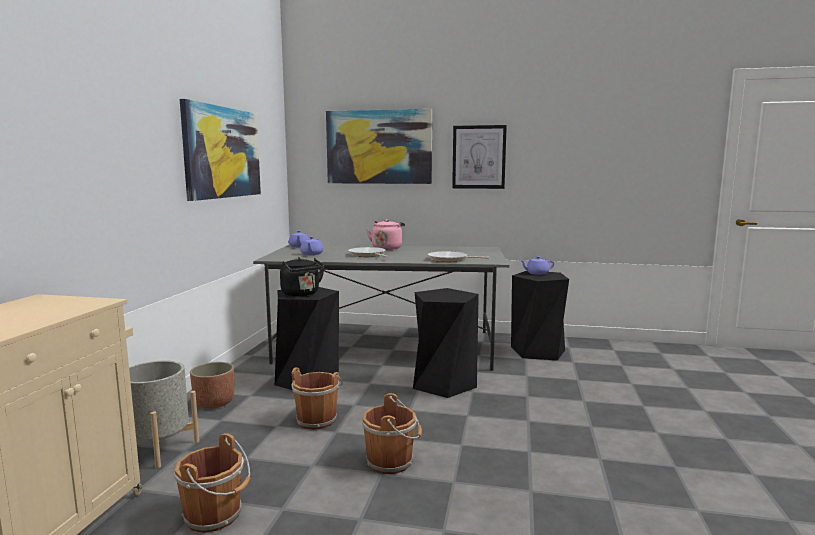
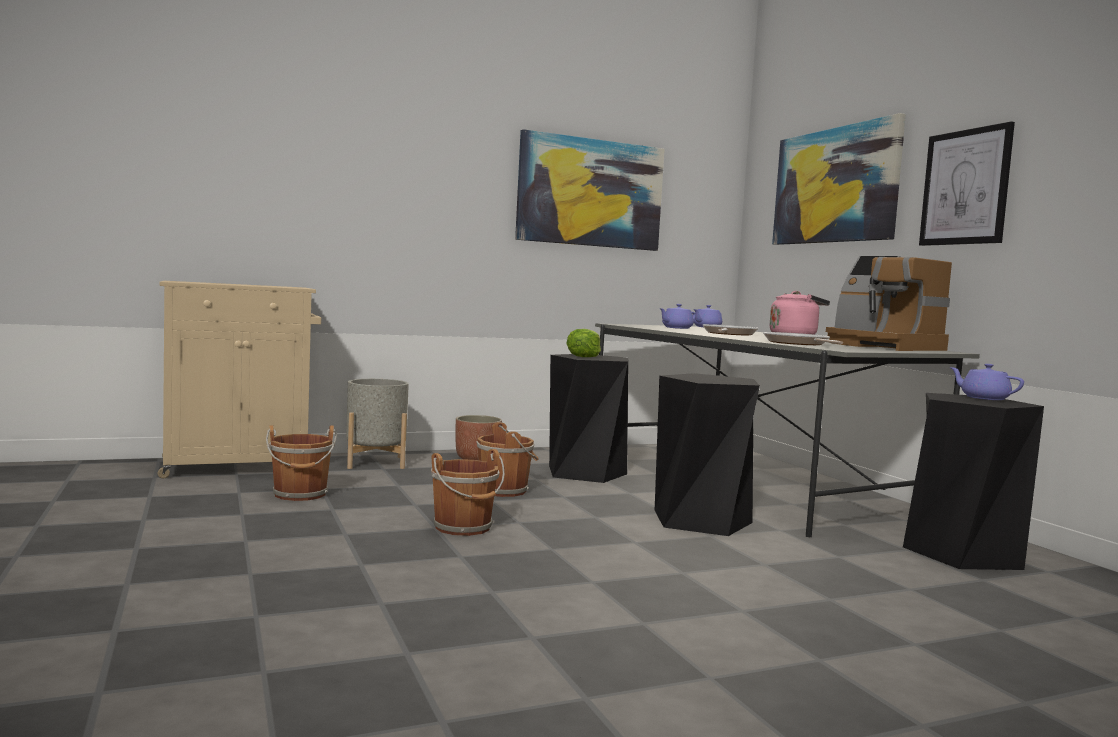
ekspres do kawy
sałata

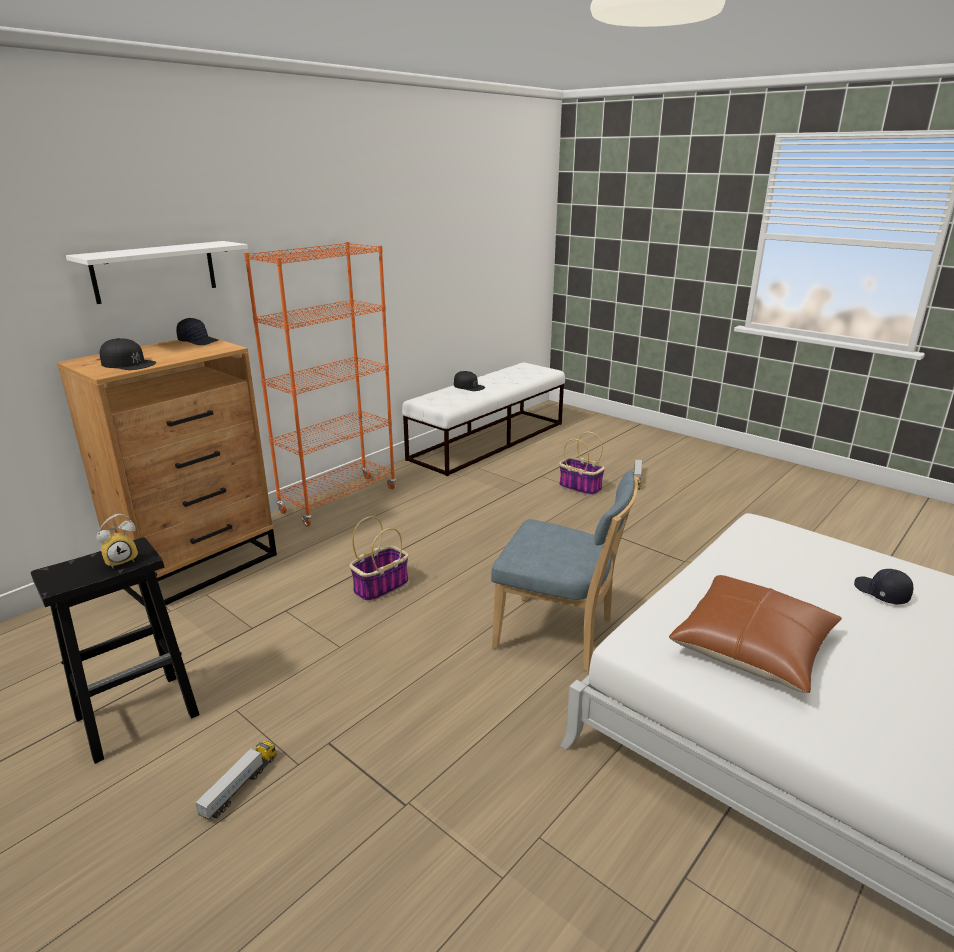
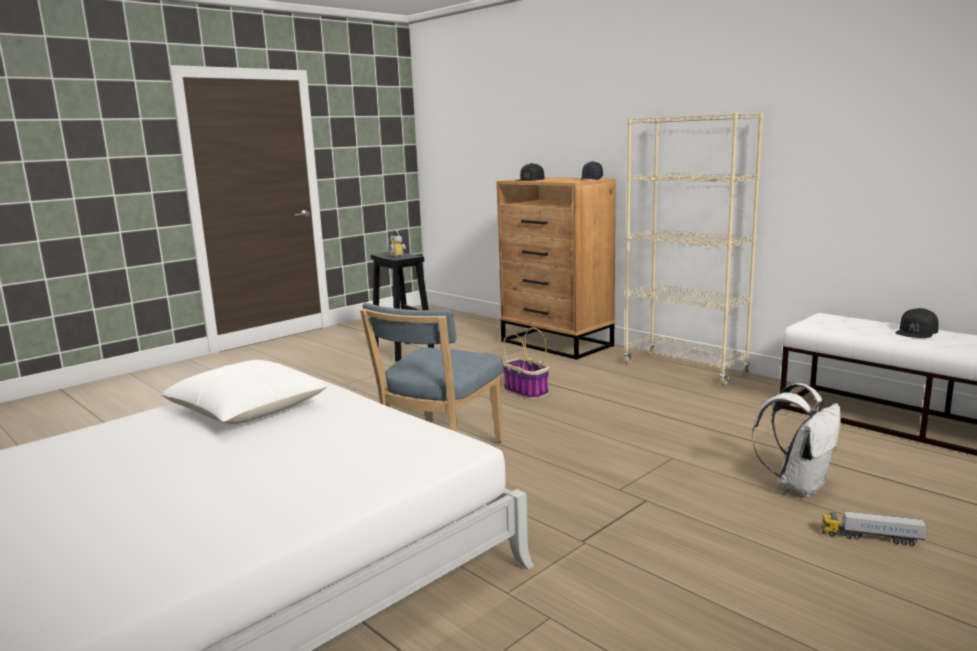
półka [biały]
ciężarówka zabawkowa (1st from left in the first image)
czapka z daszkiem [czarny] (4th from left in the first image)
plecak [biały]
regał [beżowy]
poduszka [biały]

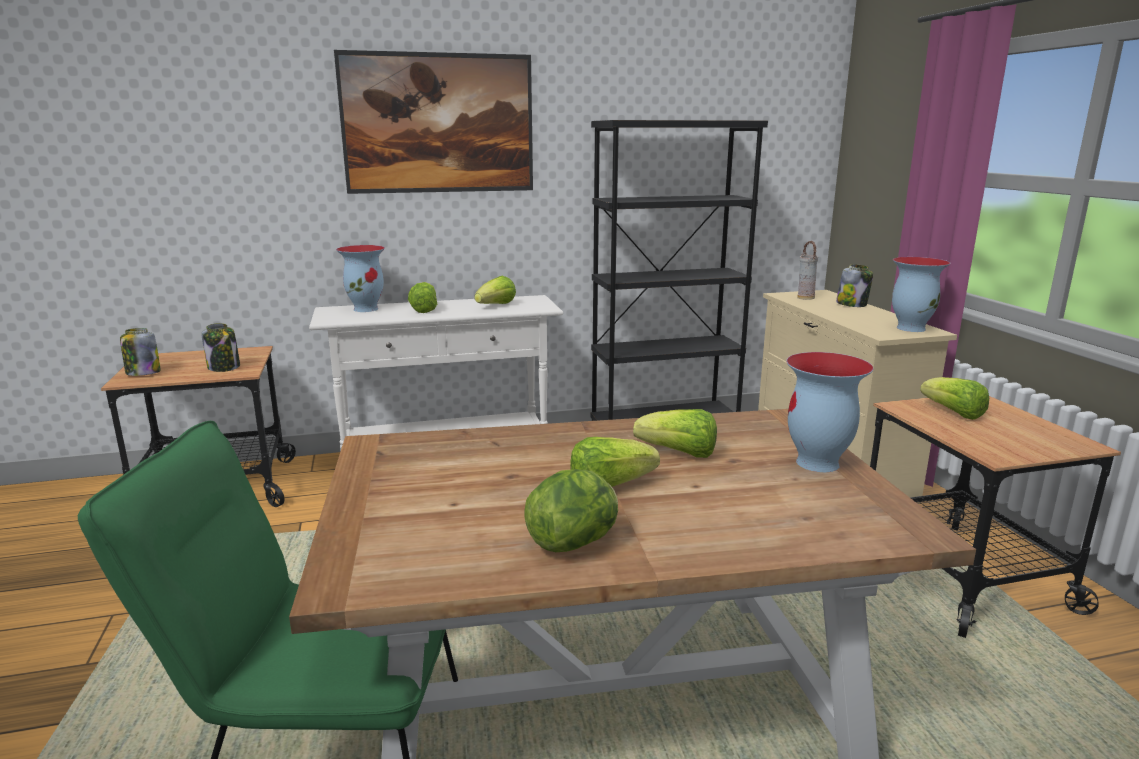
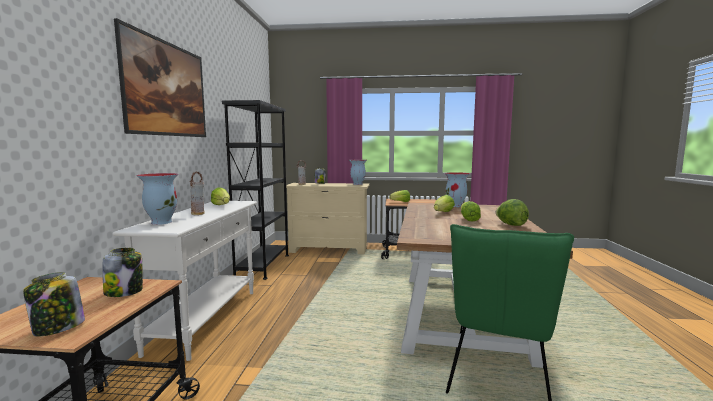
wazon (2nd from left)

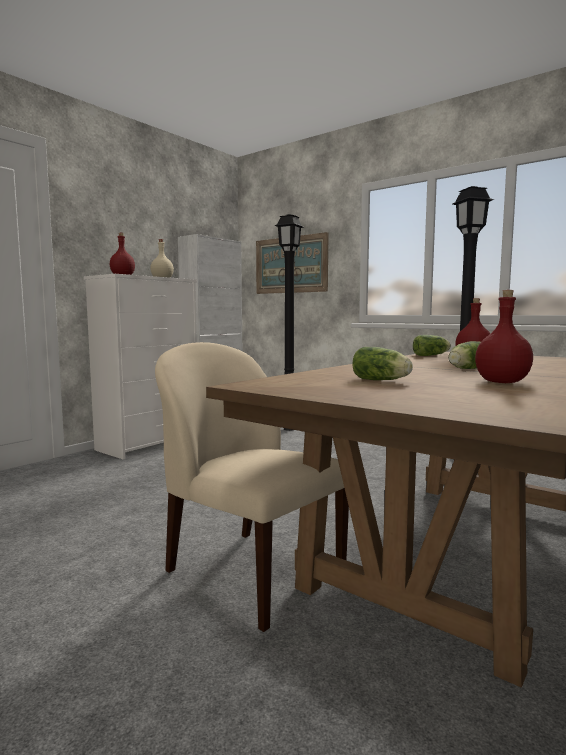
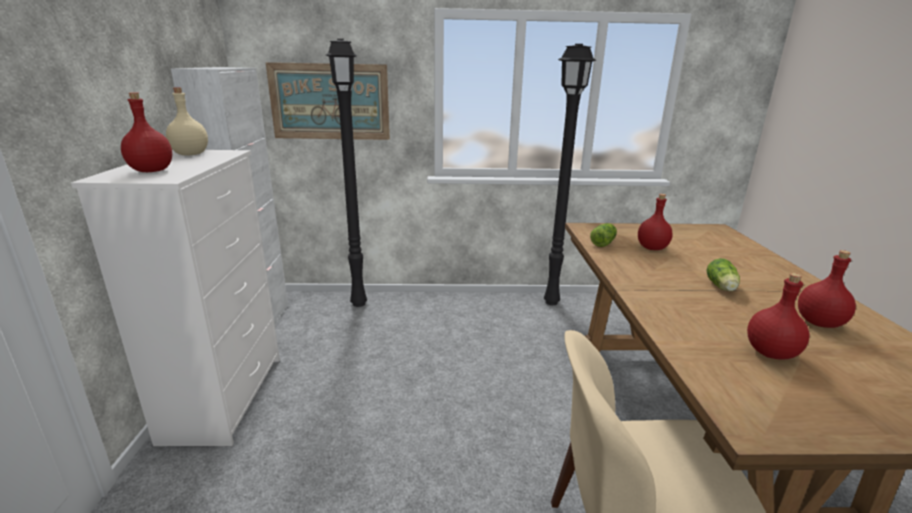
butelka [czerwony] (3rd from left)

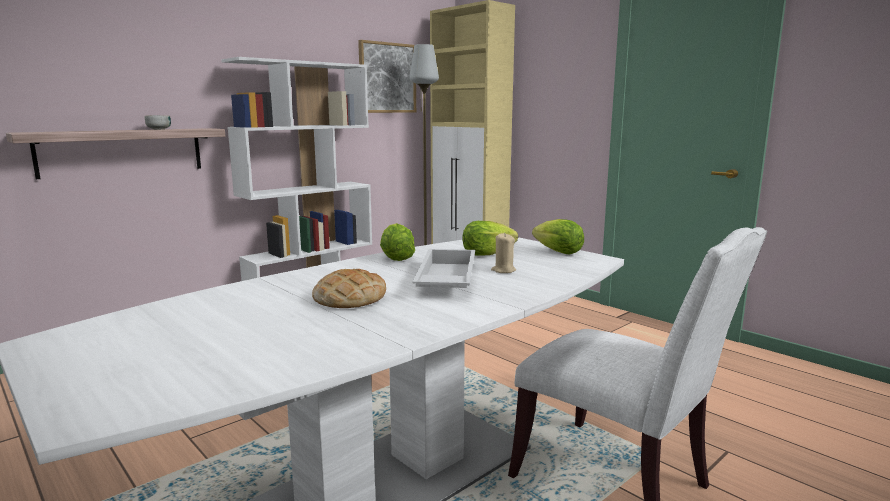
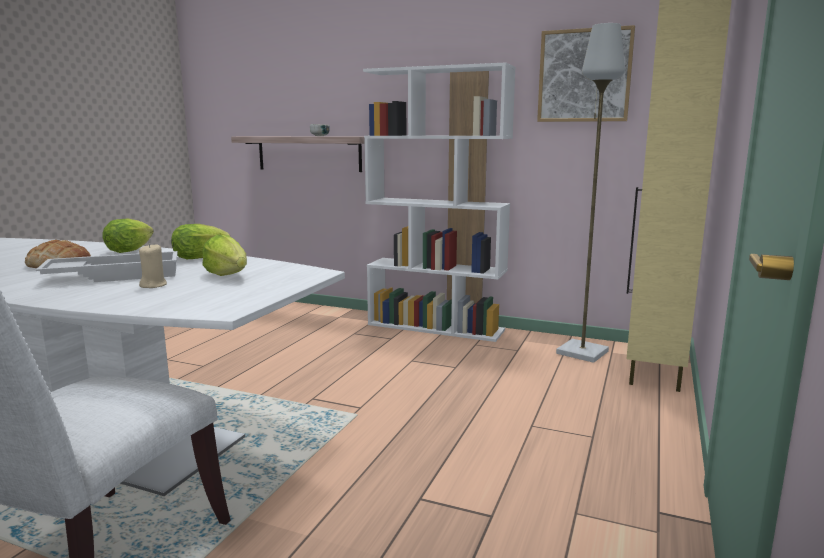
sałata (1st from left)

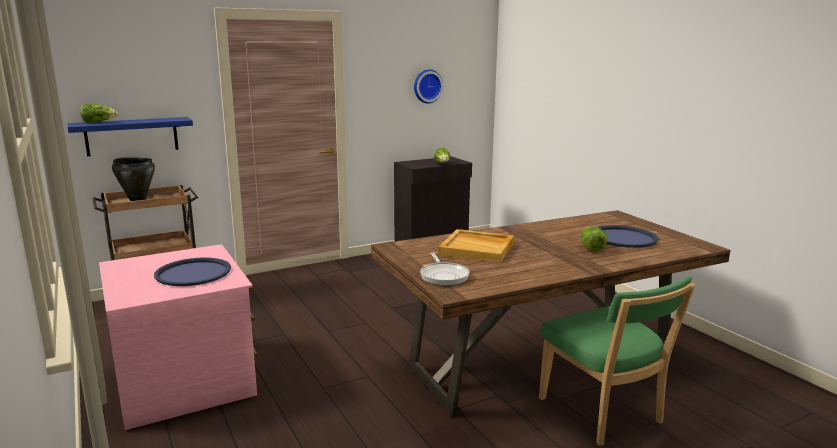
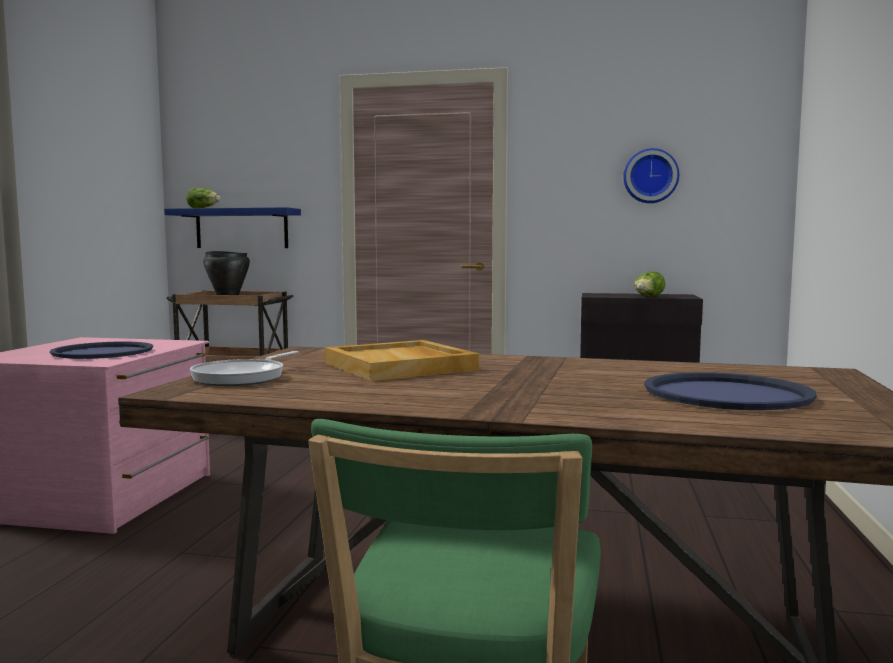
sałata (3rd from left in the first image)

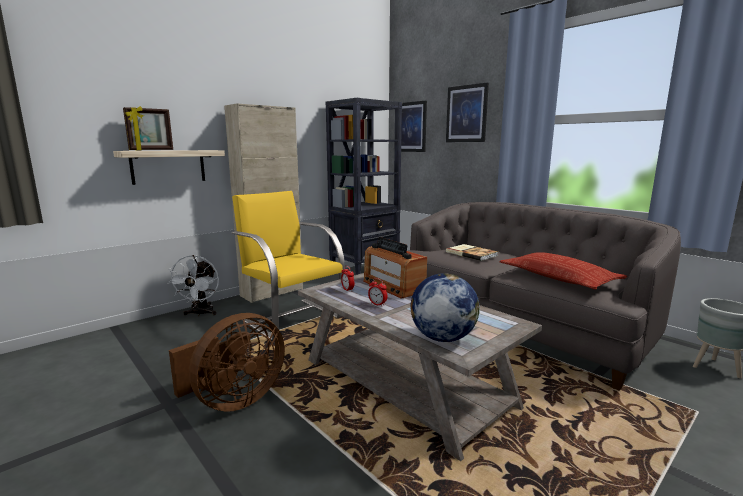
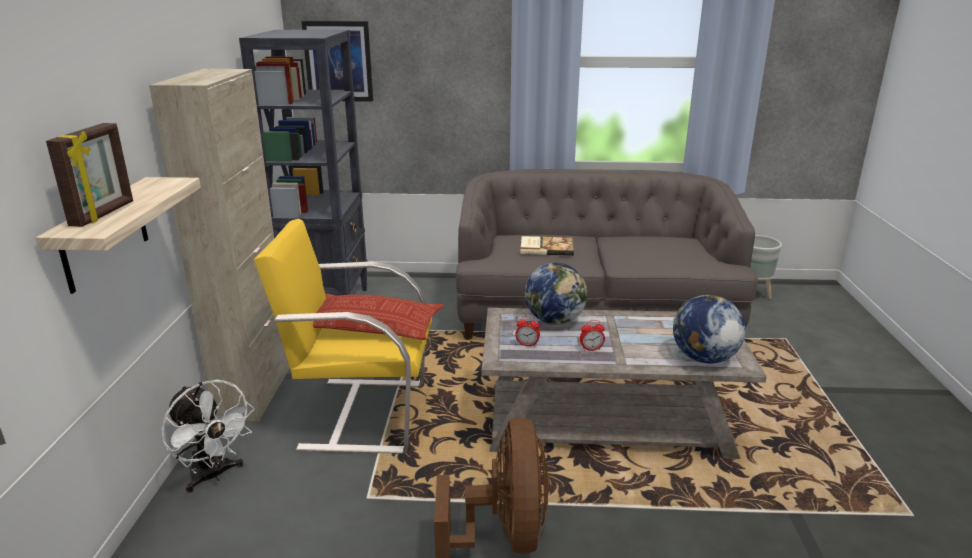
obraz (2nd from left in the first image)
poduszka
globus (1st from left)

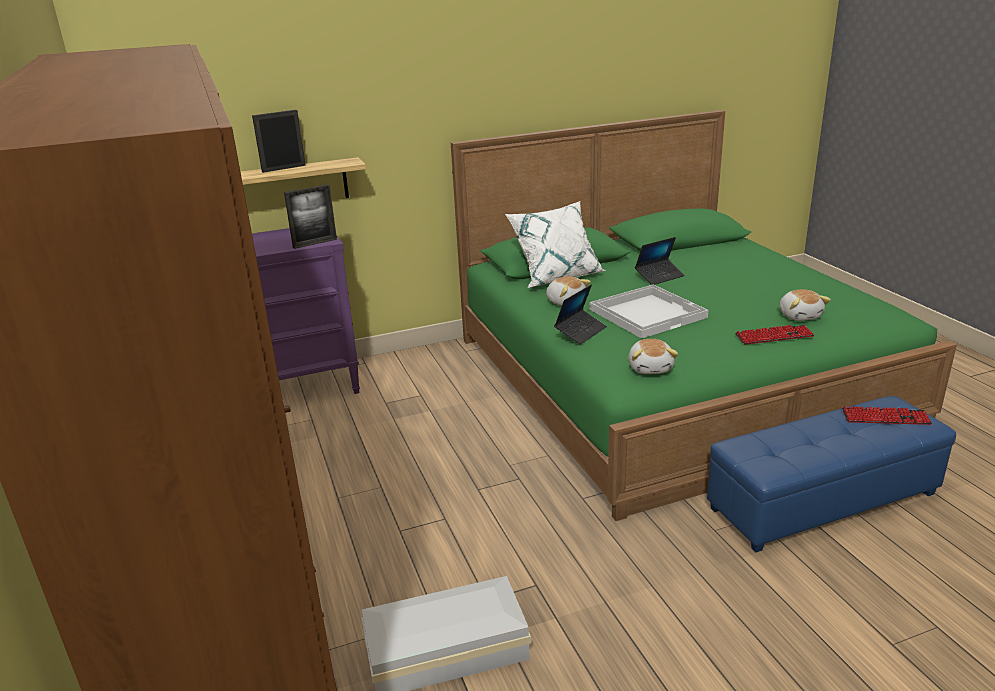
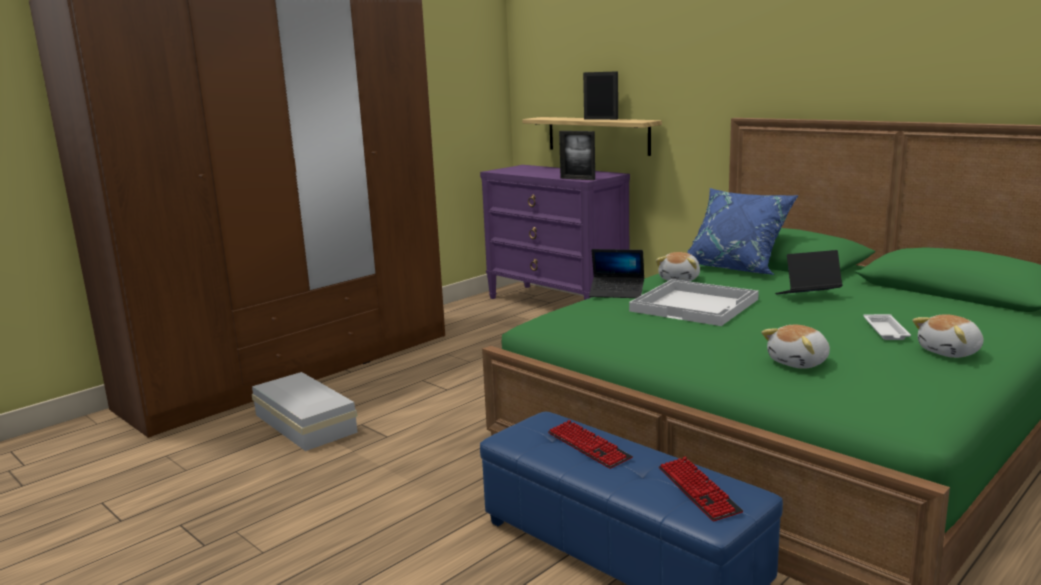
taca [biały] (2nd from left)
pluszak (3rd from left)
klawiatura (1st from left)
poduszka [niebieski]
laptop (2nd from left)

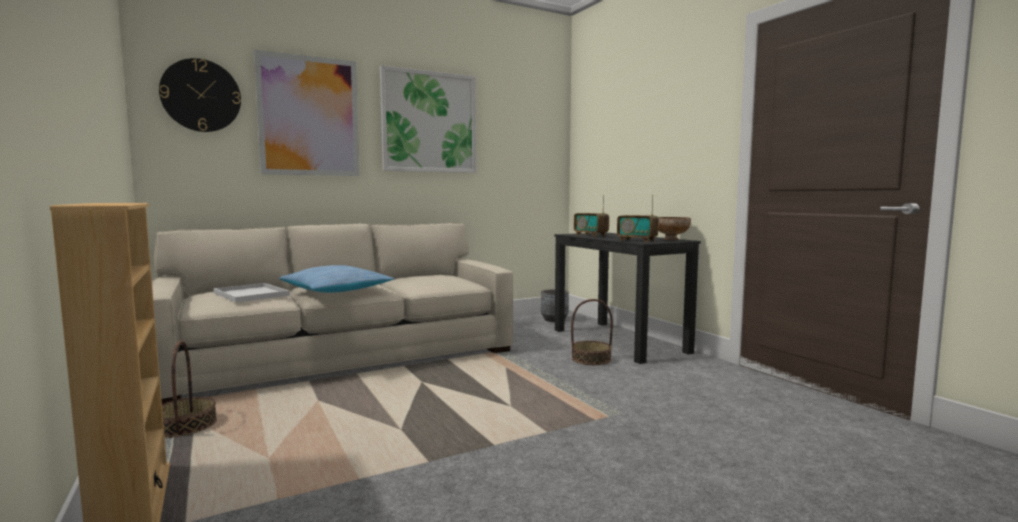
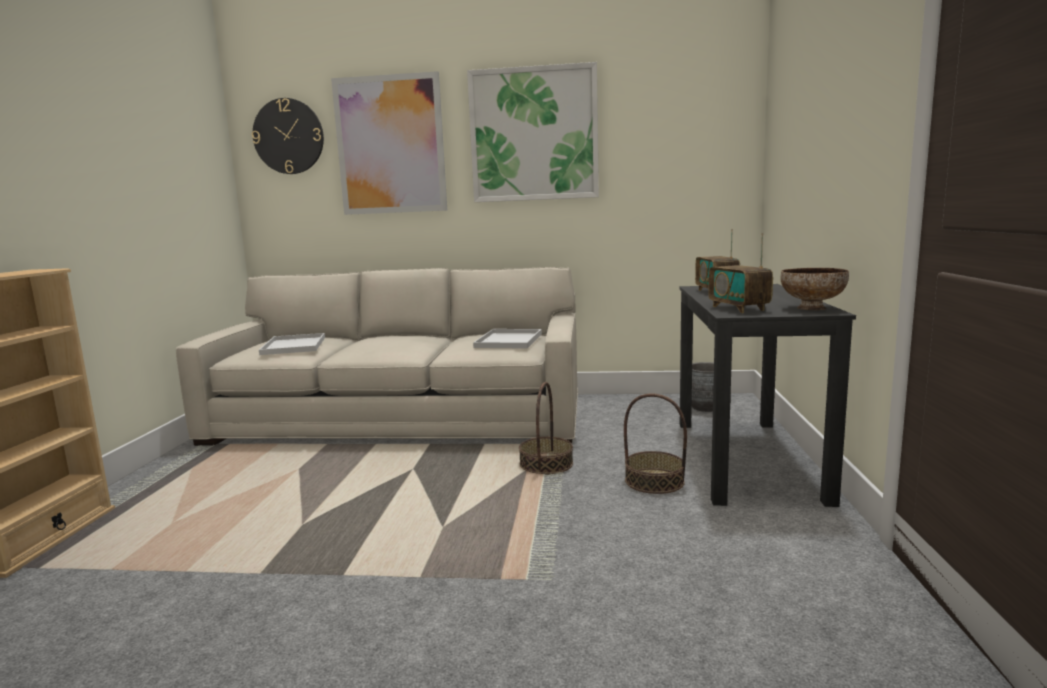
poduszka
taca [biały] (2nd from left)
koszyk (1st from left)

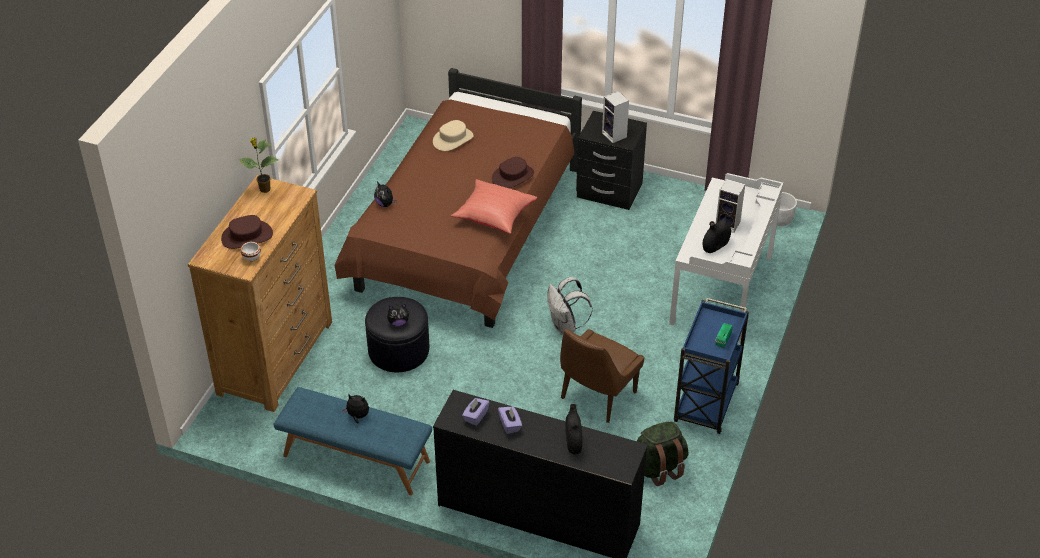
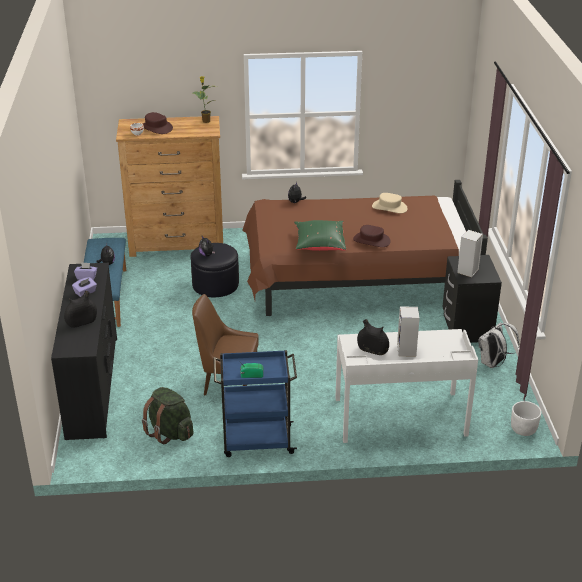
plecak [biały]
poduszka [zielony]

